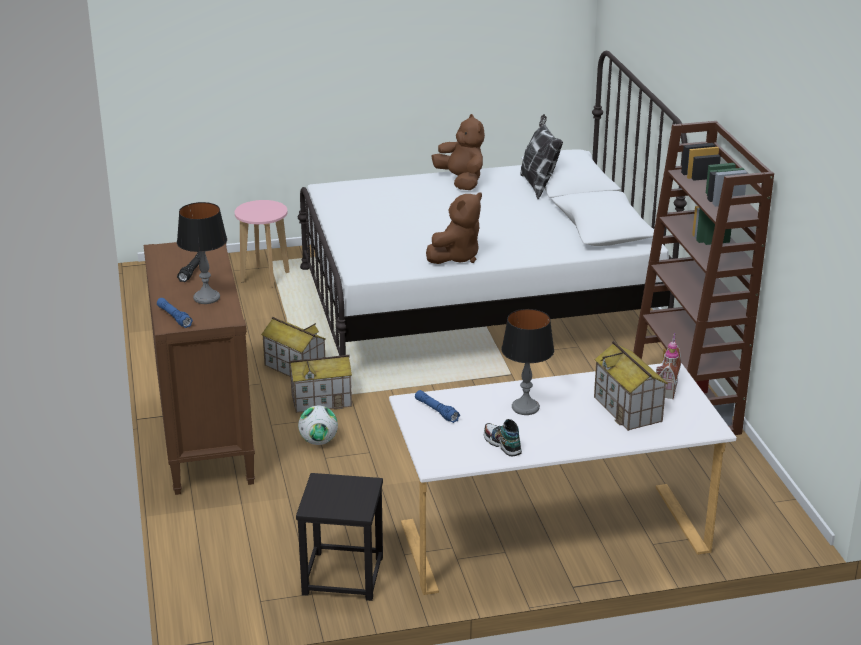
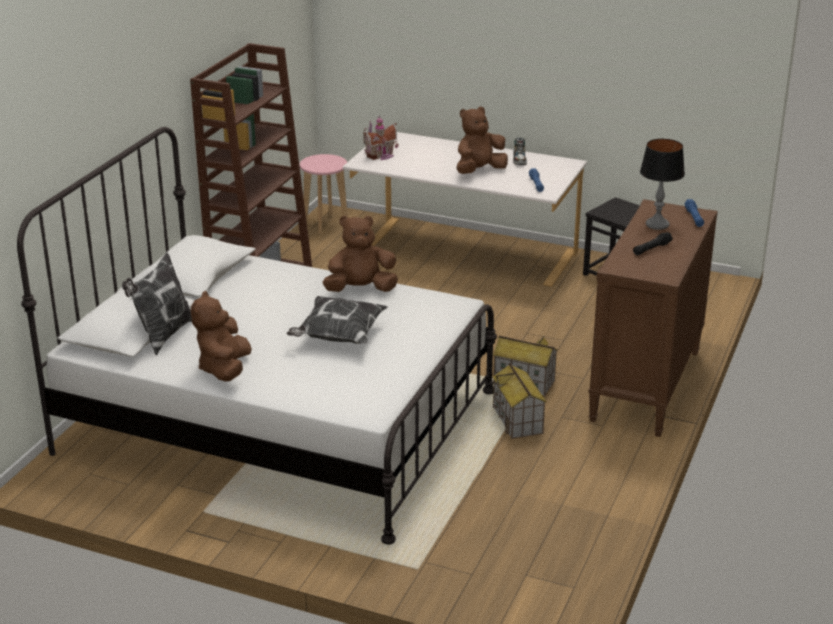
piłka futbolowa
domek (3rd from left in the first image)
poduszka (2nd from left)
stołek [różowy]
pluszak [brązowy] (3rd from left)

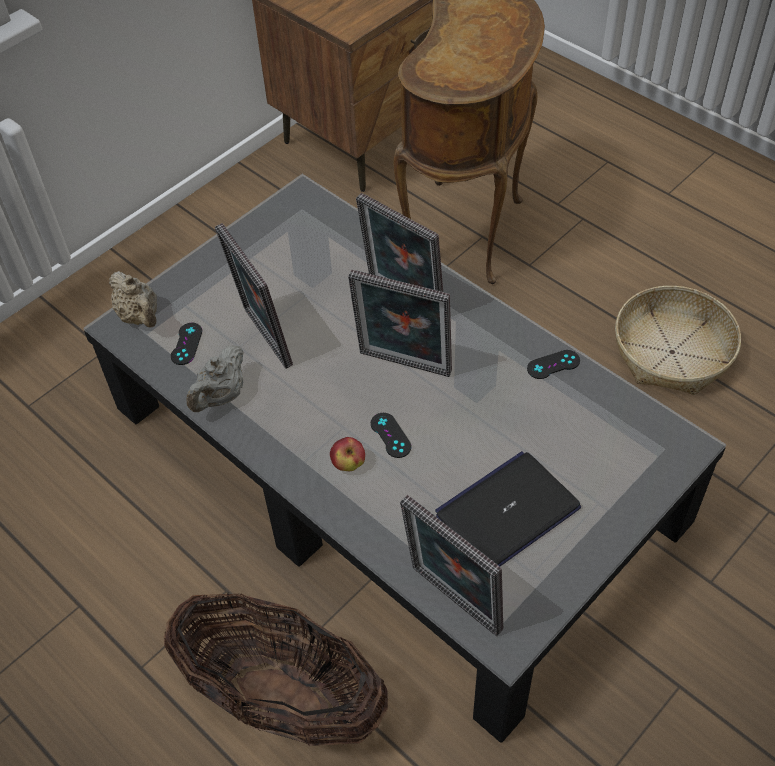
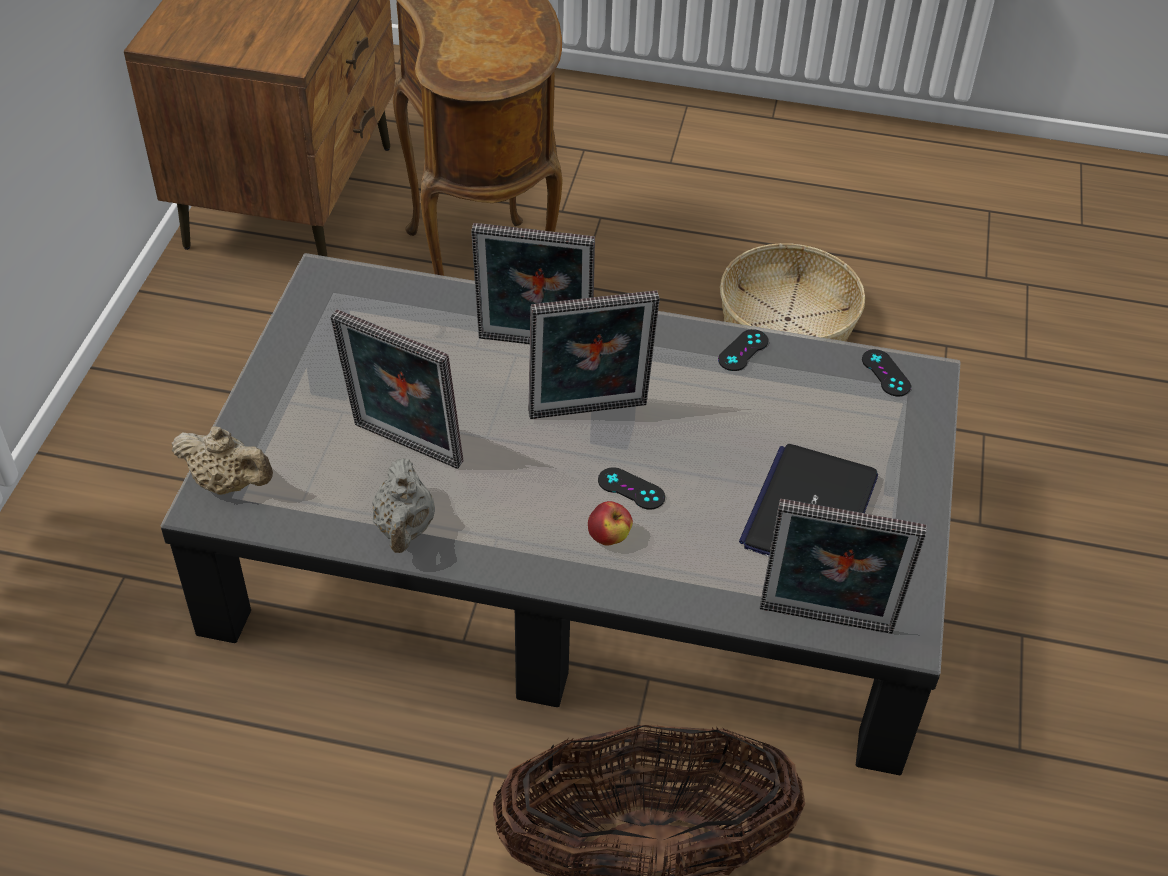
pad do gier [czarny] (3rd from left)

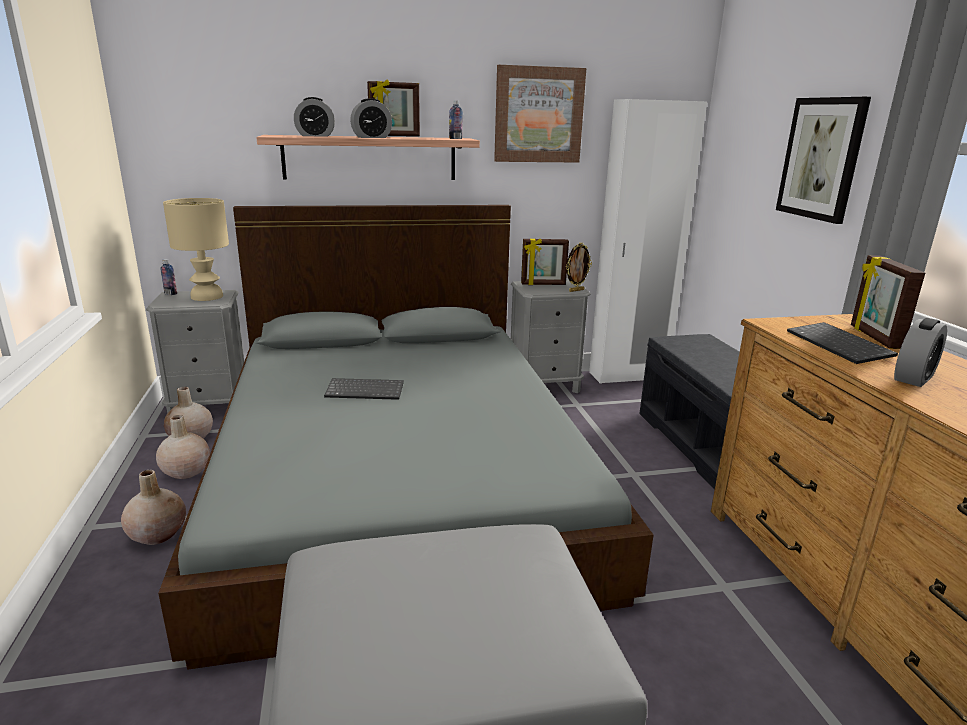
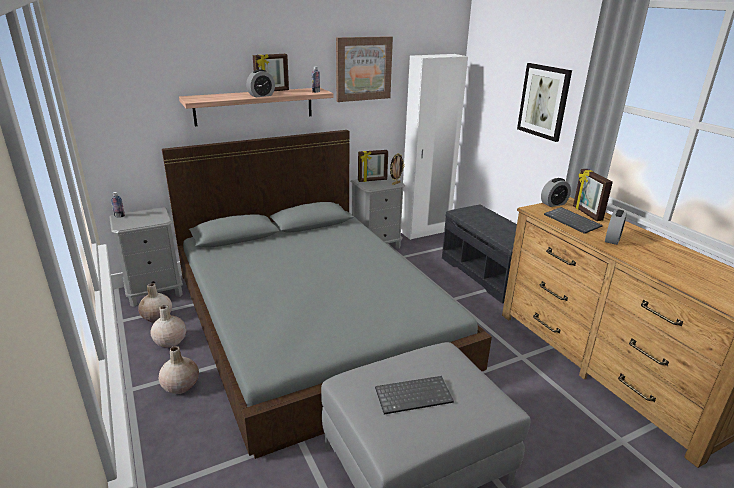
lampa stołowa [beżowy]
budzik (2nd from left)
klawiatura (1st from left)

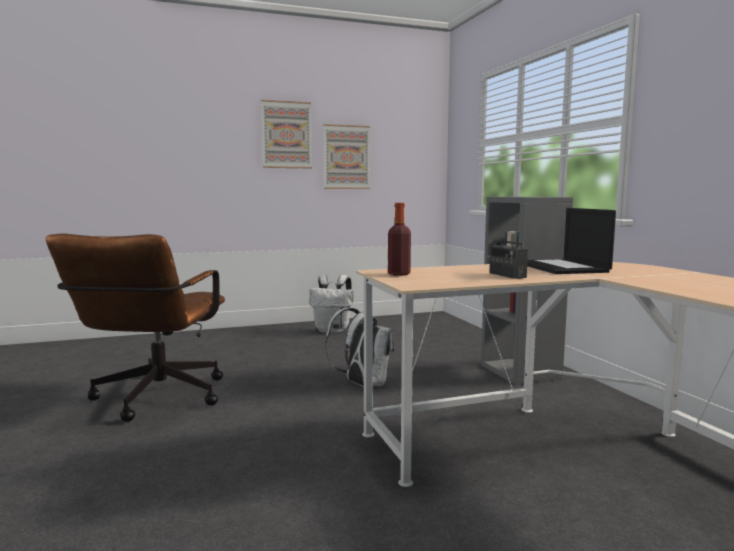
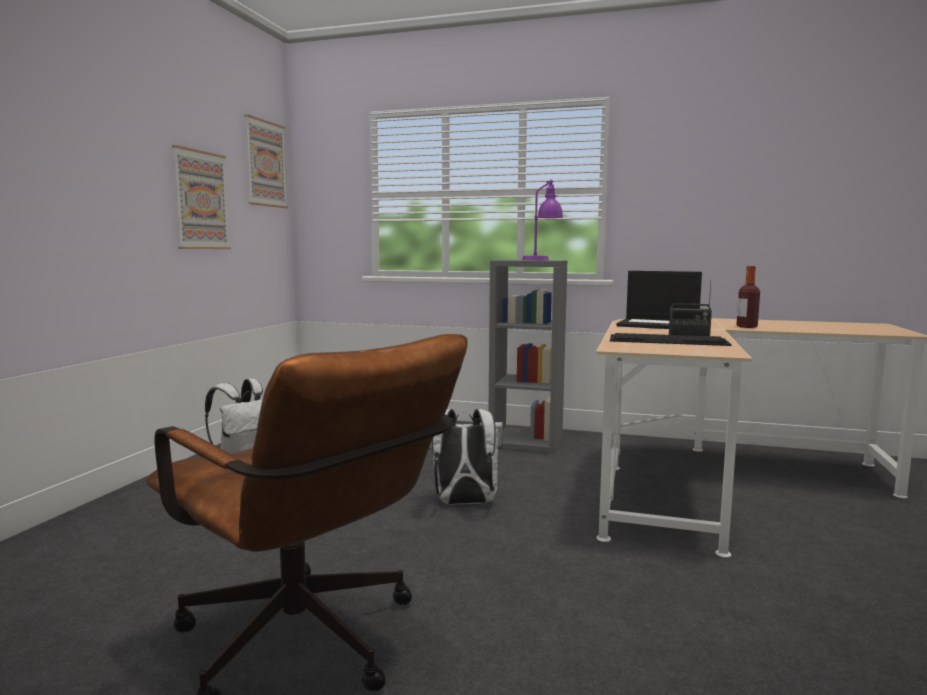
lampa stołowa [fioletowy]
klawiatura
obraz (2nd from left)
butelka

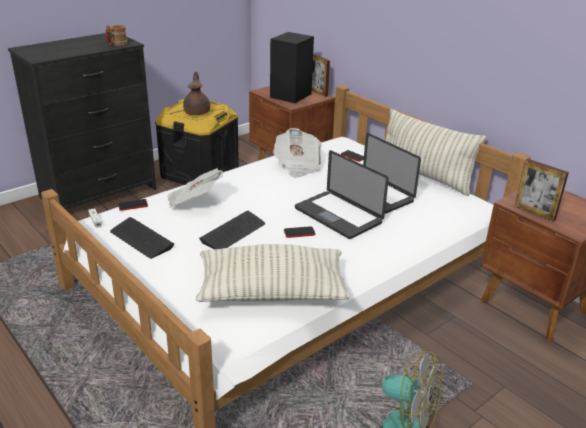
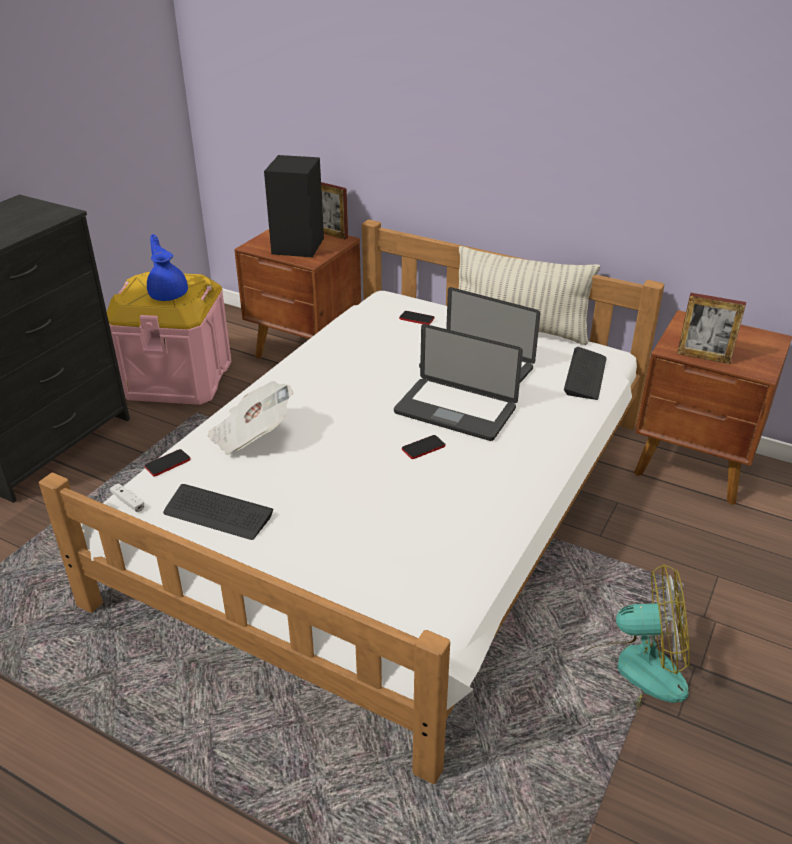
kubek
poduszka (1st from left in the first image)
gazeta (2nd from left in the first image)
klawiatura (2nd from left)
pojemnik do przechowywania [różowy]
imbryk [niebieski]

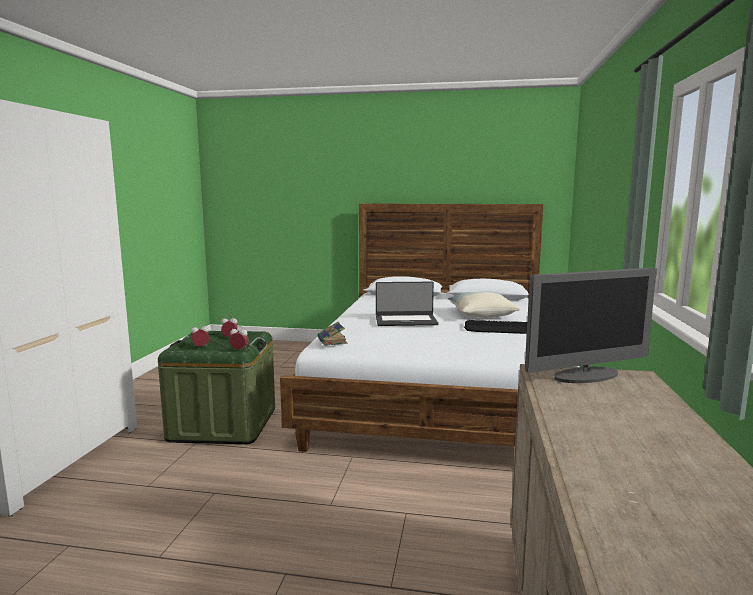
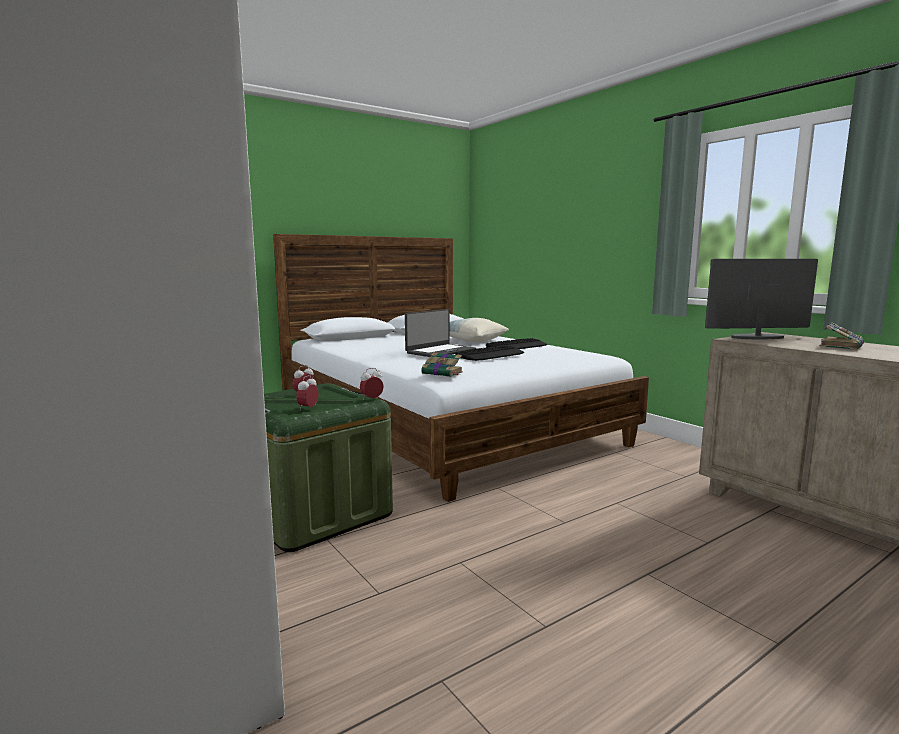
klawiatura (1st from left)
książka (2nd from left)
monitor

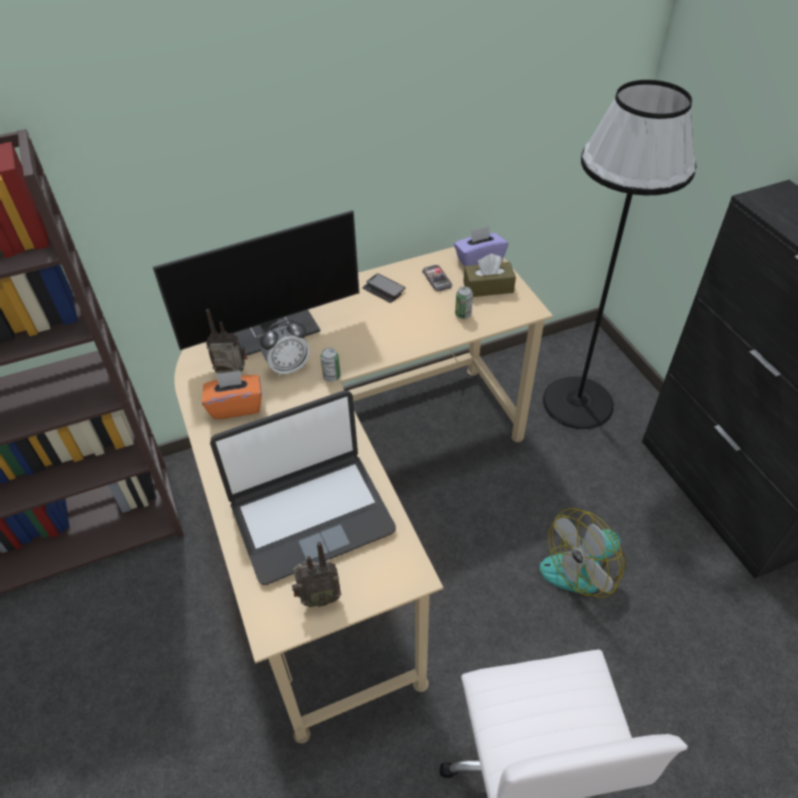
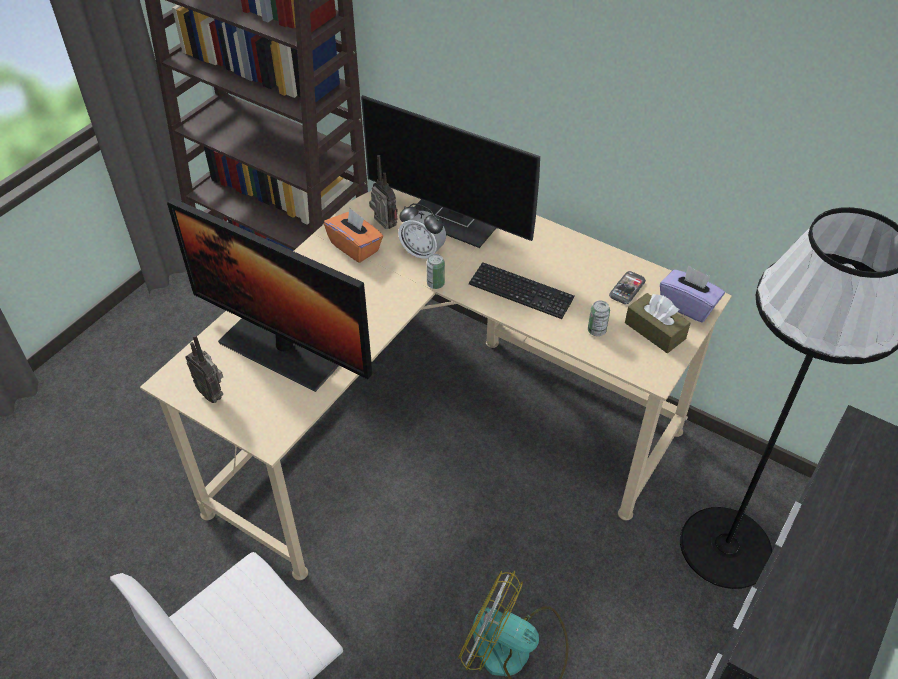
telefon (1st from left in the first image)
klawiatura
monitor (1st from left)

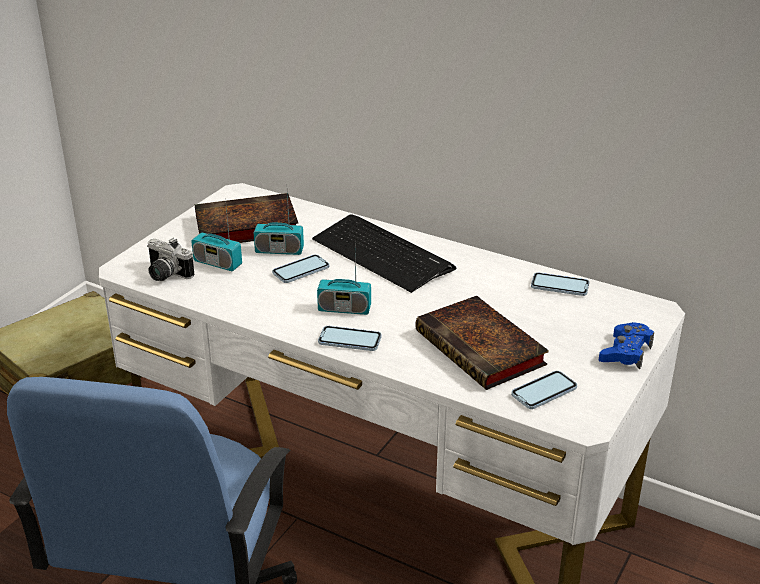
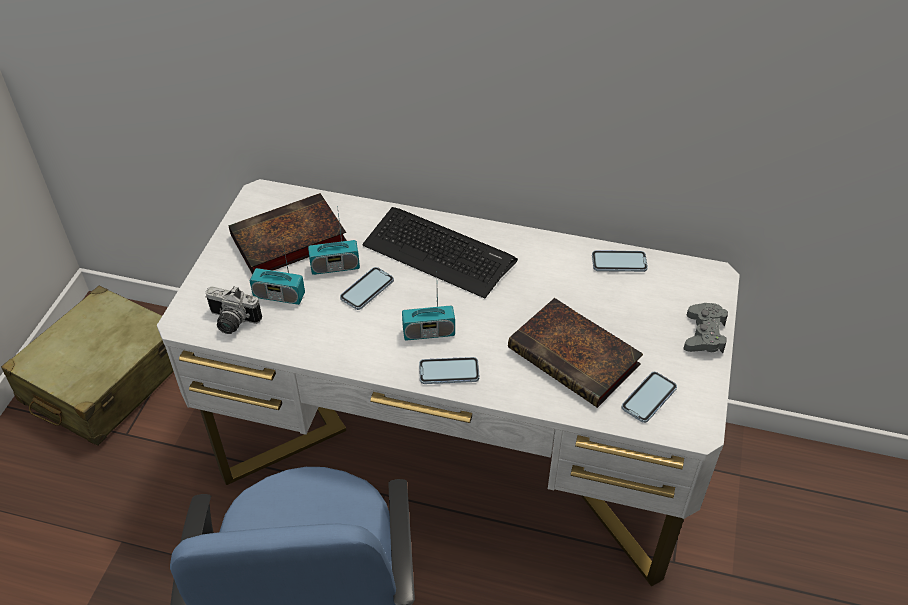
pad do gier [szary]

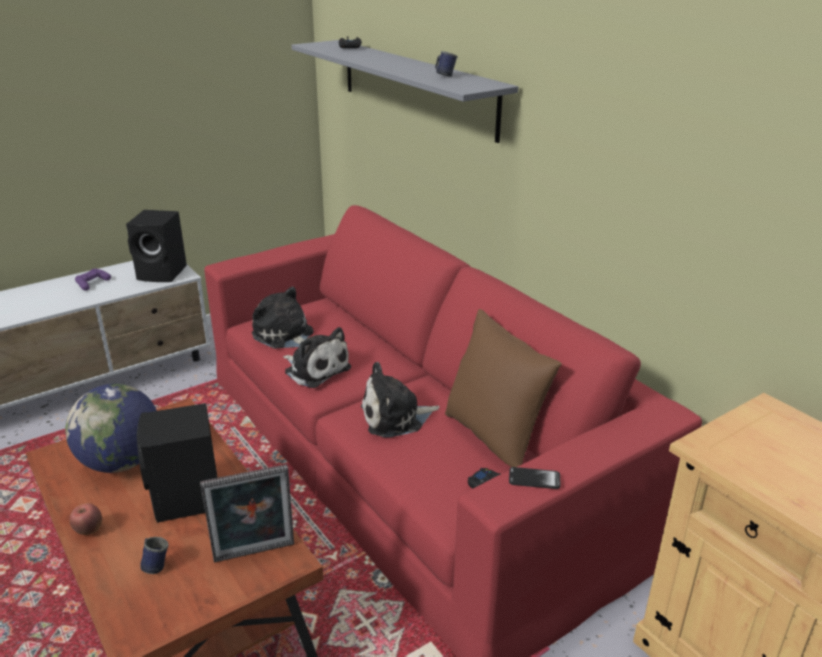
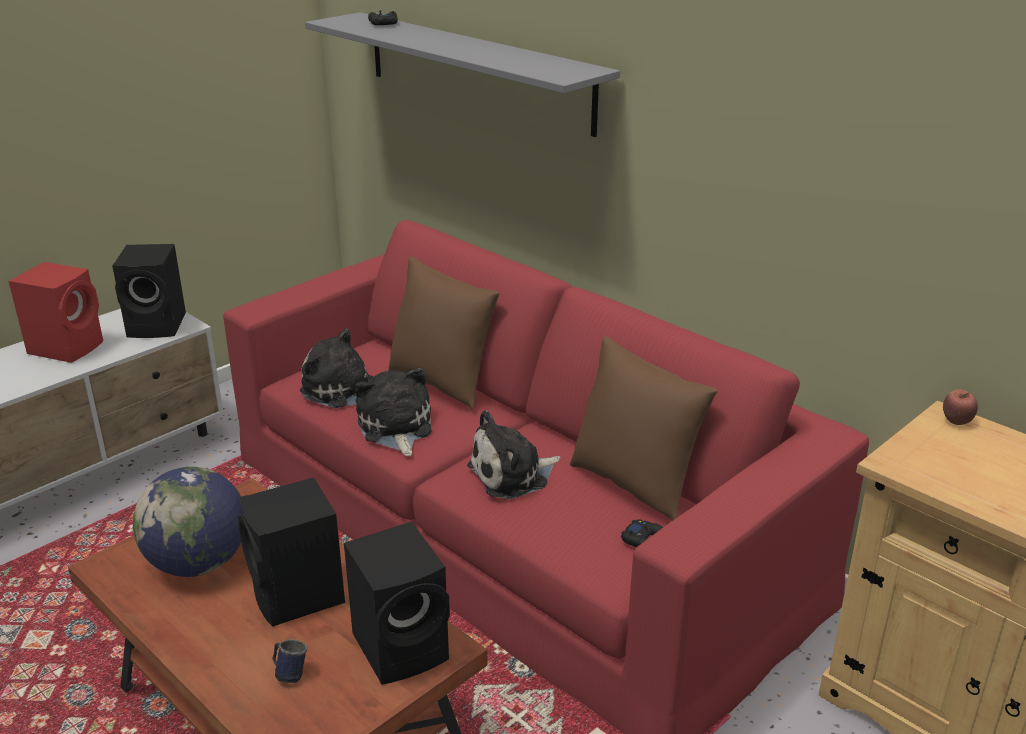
kubek [niebieski] (2nd from left in the first image)
telefon
poduszka [brązowy] (1st from left)
jabłko
głośnik [czerwony]
głośnik [czarny] (3rd from left)
pluszak (2nd from left)

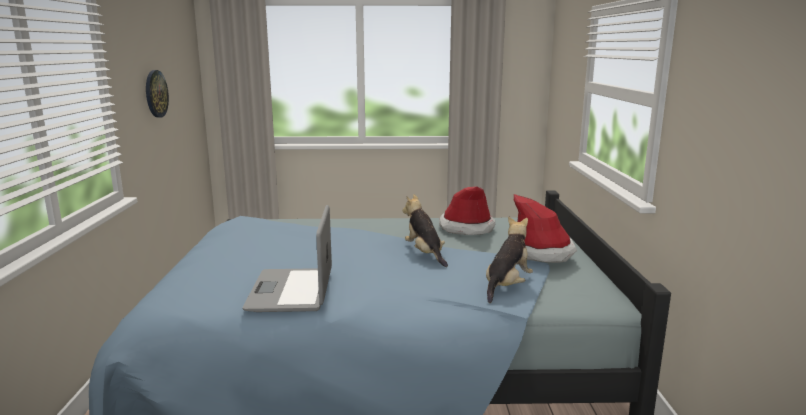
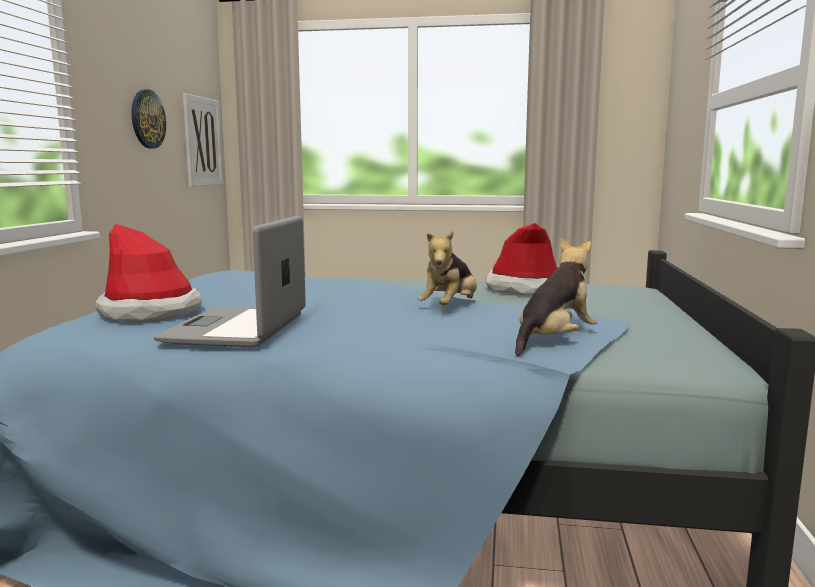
obraz
kapelusz (1st from left)
pluszak (1st from left)

